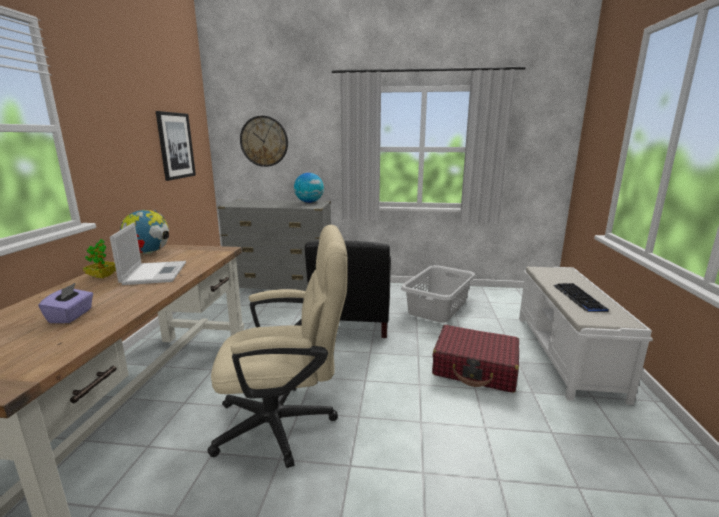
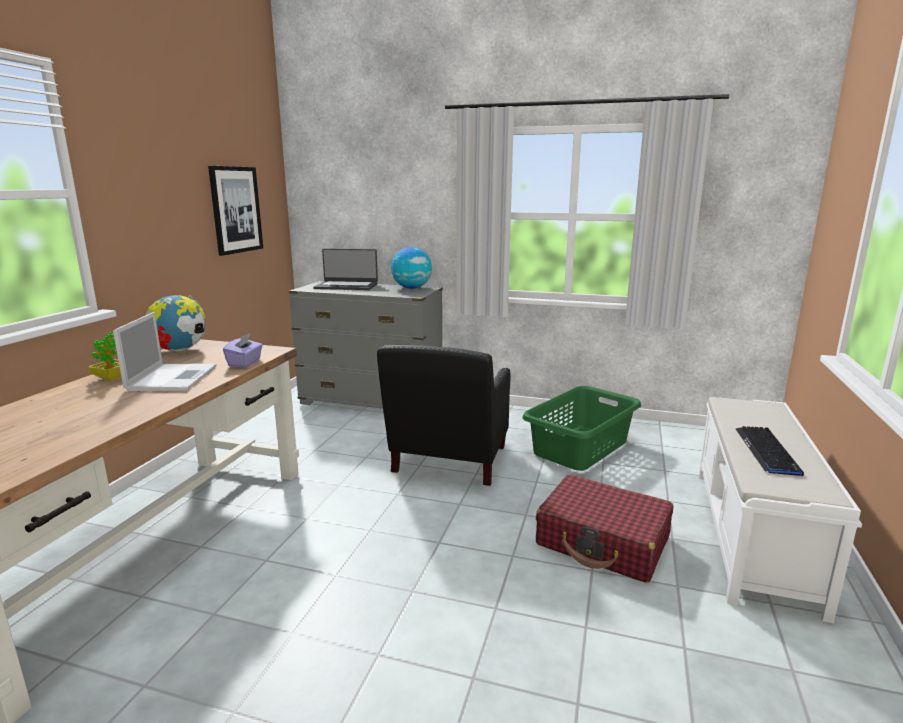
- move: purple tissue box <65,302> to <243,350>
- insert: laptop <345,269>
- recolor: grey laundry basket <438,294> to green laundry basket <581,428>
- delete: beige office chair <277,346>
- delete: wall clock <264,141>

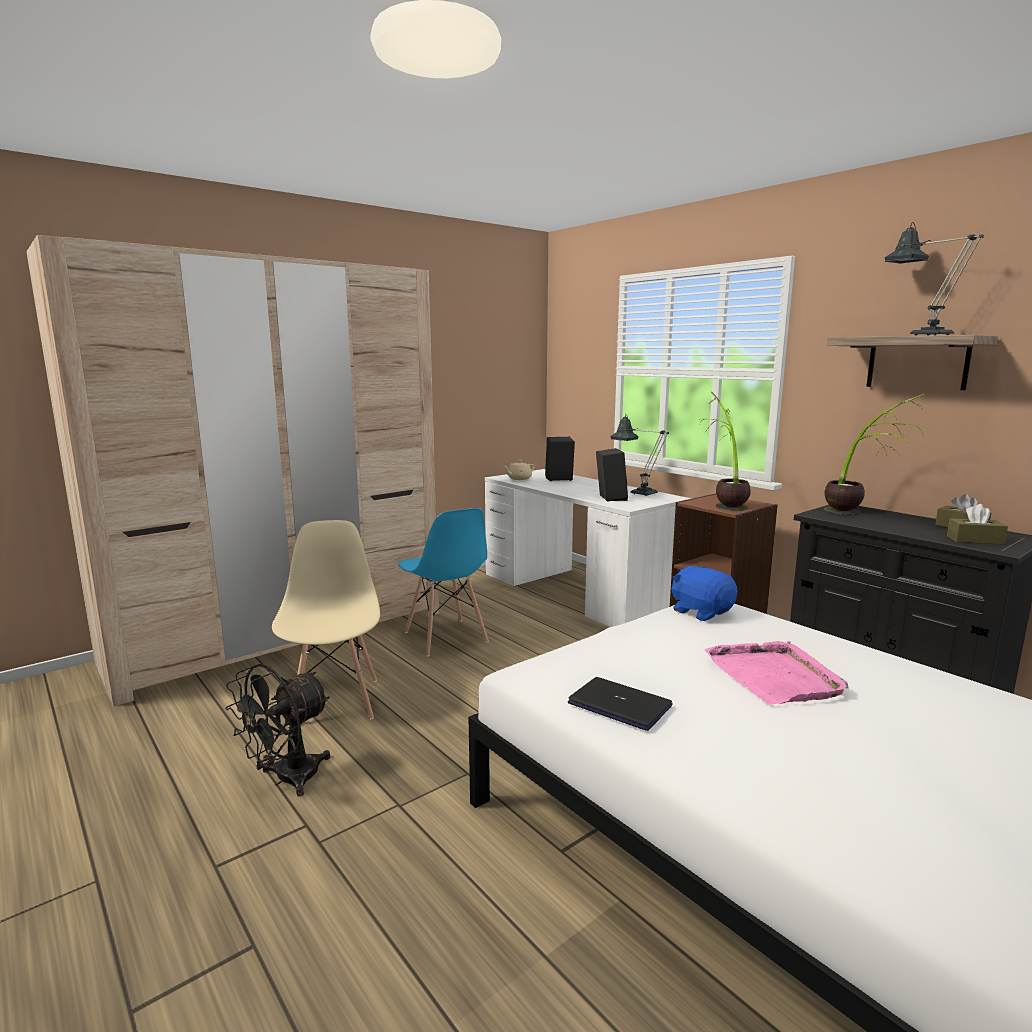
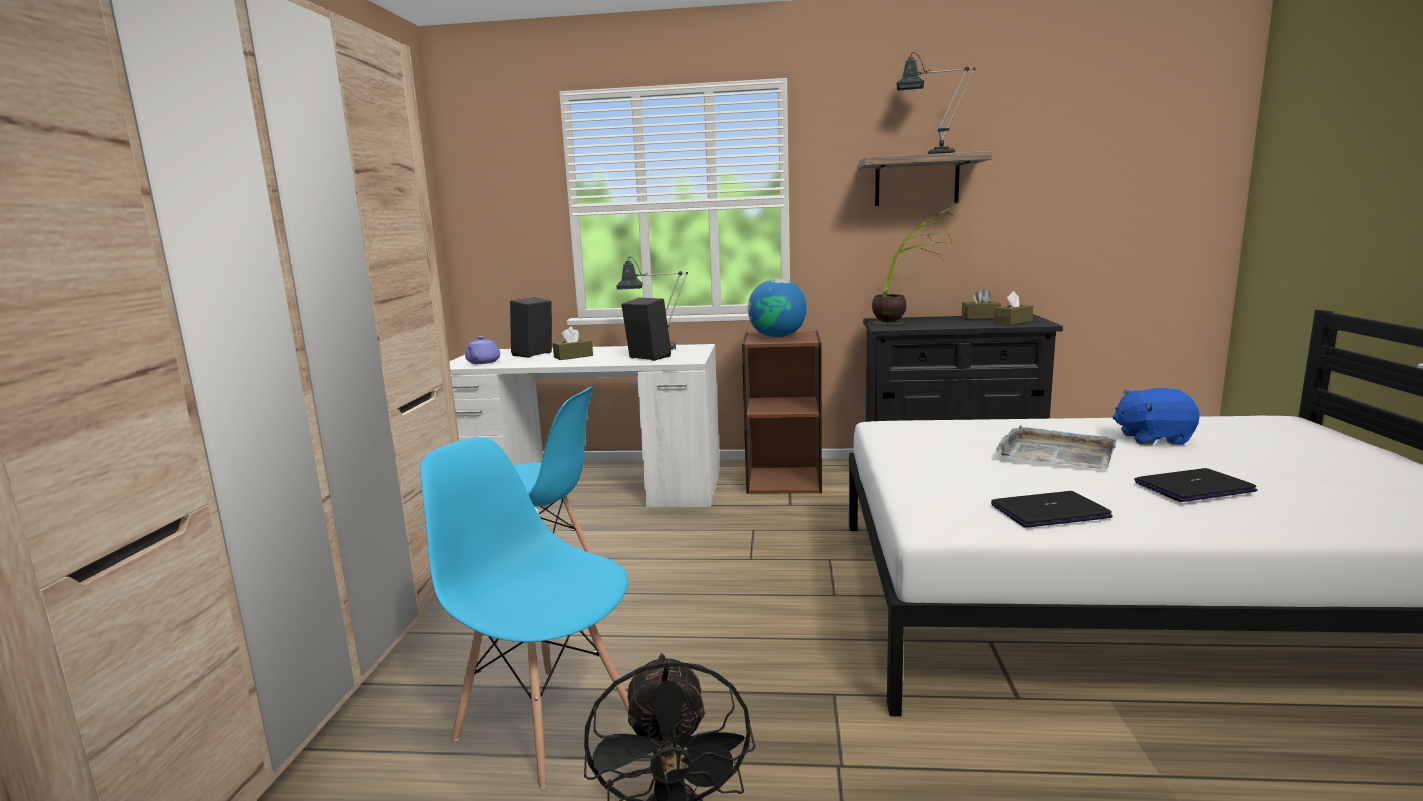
- recolor: beige chair <326,623> to blue chair <524,613>
- recolor: beige teapot <519,470> to purple teapot <482,350>
- insert: brown tissue box <573,343>
- replace: potted plant <724,451> to globe <777,308>
- recolor: pink tray <777,672> to grey tray <1056,447>
- move: blue plush toy <704,593> to <1156,416>
- insert: laptop <1195,485>

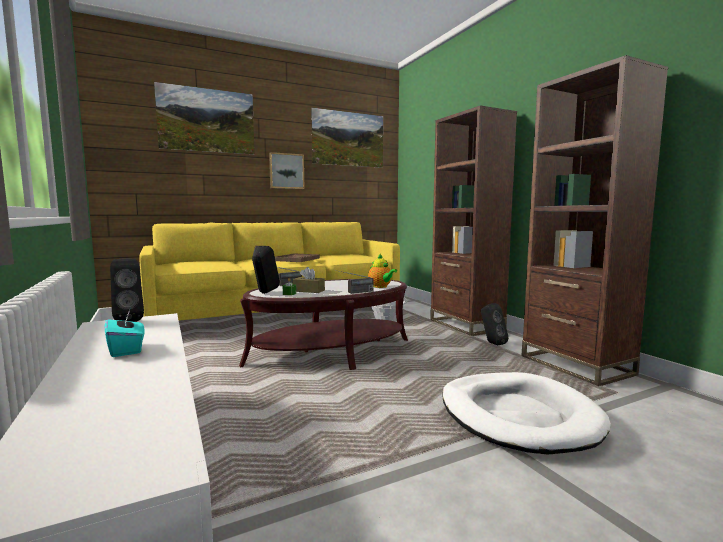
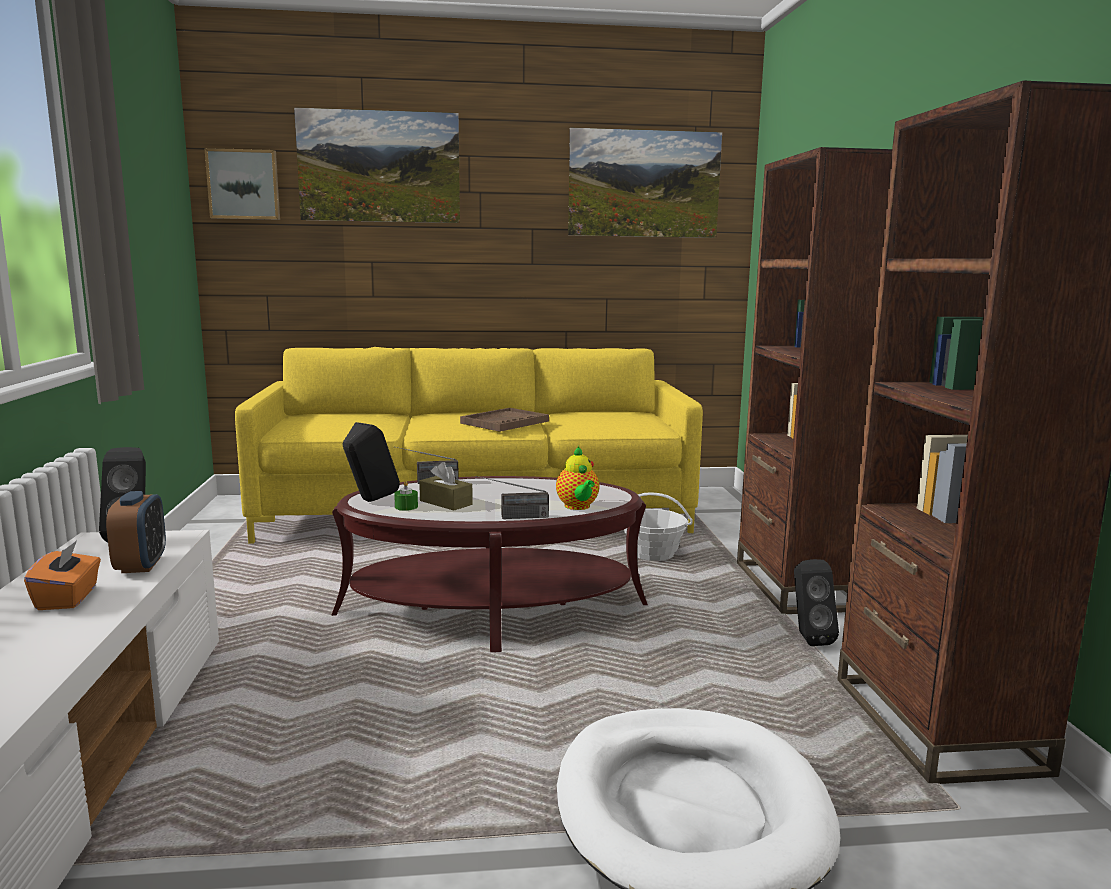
- recolor: turquoise tissue box <125,333> to orange tissue box <62,575>
- insert: alarm clock <136,532>
- move: picture <287,170> to <242,184>

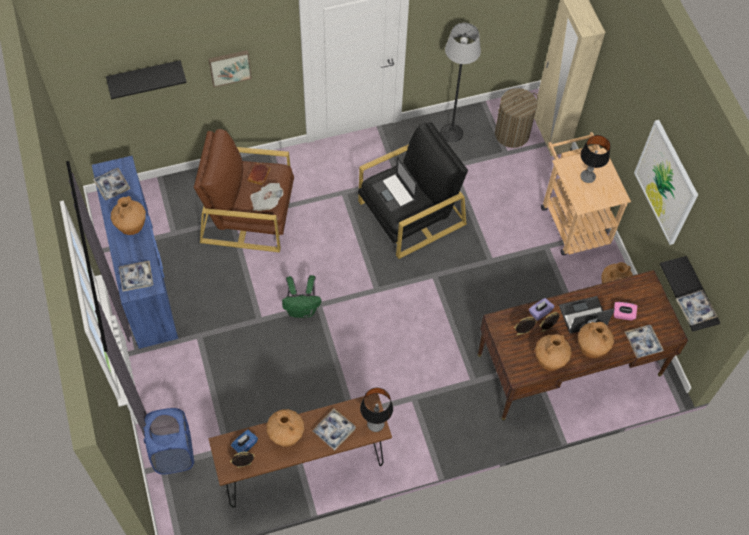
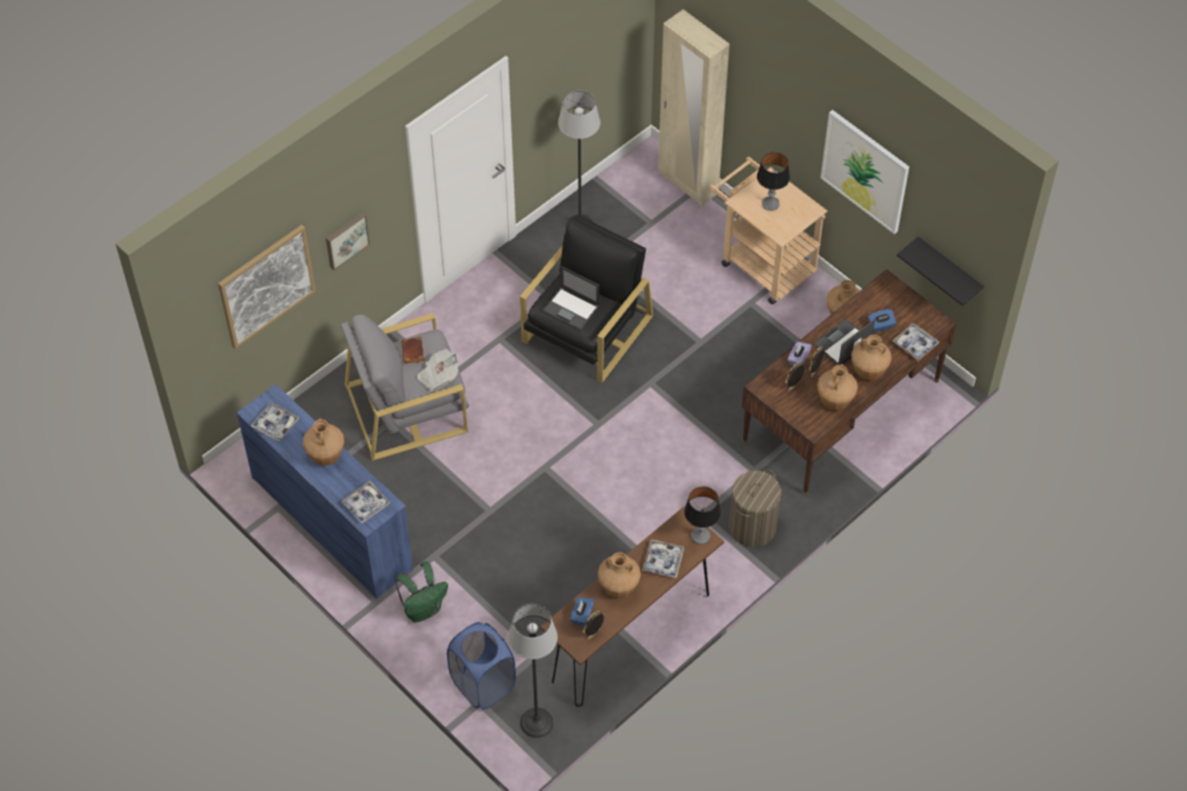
- replace: black shelf <146,79> to picture <267,287>
- recolor: brown armchair <244,191> to grey armchair <405,387>
- move: green backpack <301,296> to <421,591>
- insert: floor lamp <533,671>
- move: laundry basket <516,118> to <755,508>
- recolor: pink tissue box <625,311> to blue tissue box <882,320>
- delete: tray <697,308>

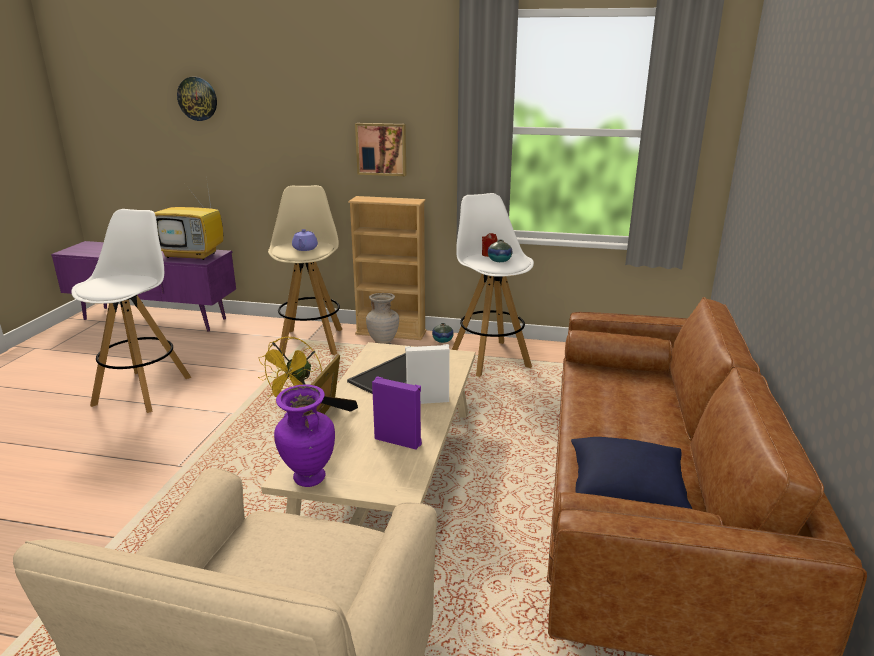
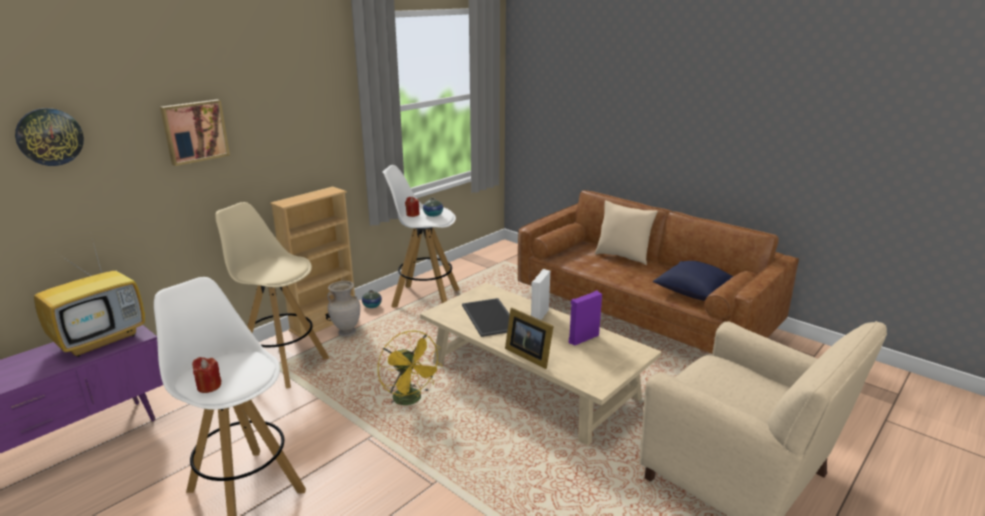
- move: picture <380,149> to <195,132>
- insert: red candle <207,375>
- insert: beige pillow <626,232>
- delete: purple vase <304,436>
- delete: purple teapot <305,240>

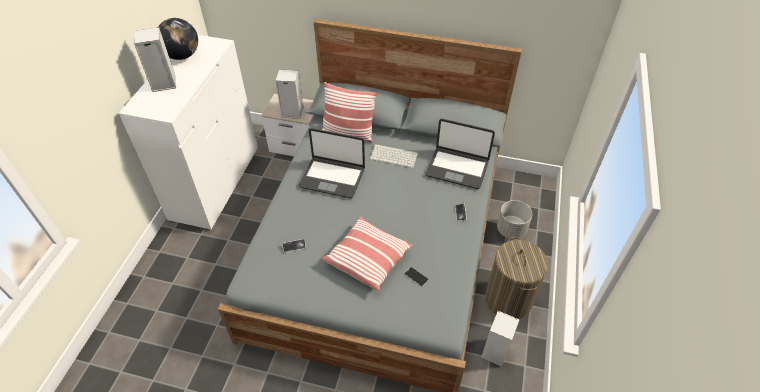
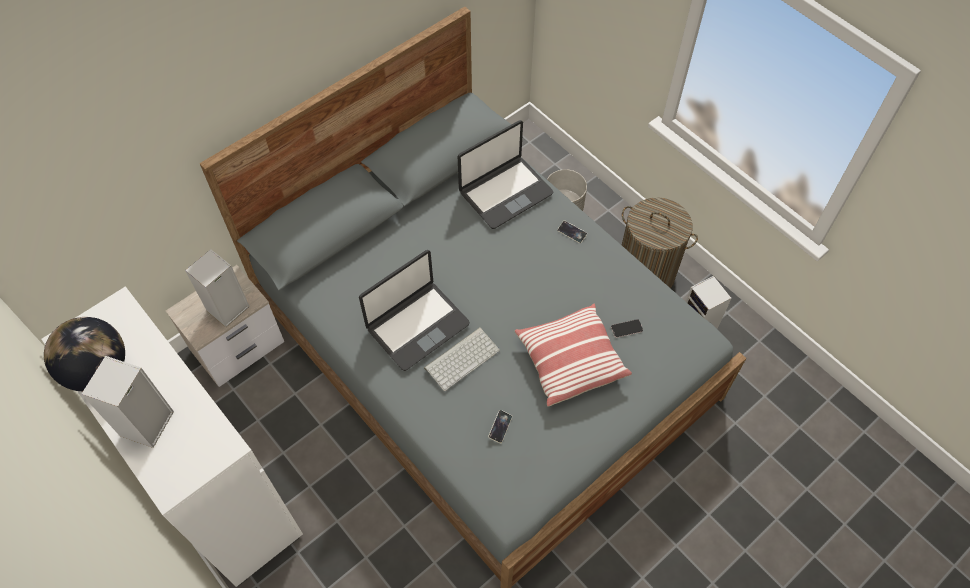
- move: keyboard <394,156> to <462,359>
- delete: pillow <349,112>

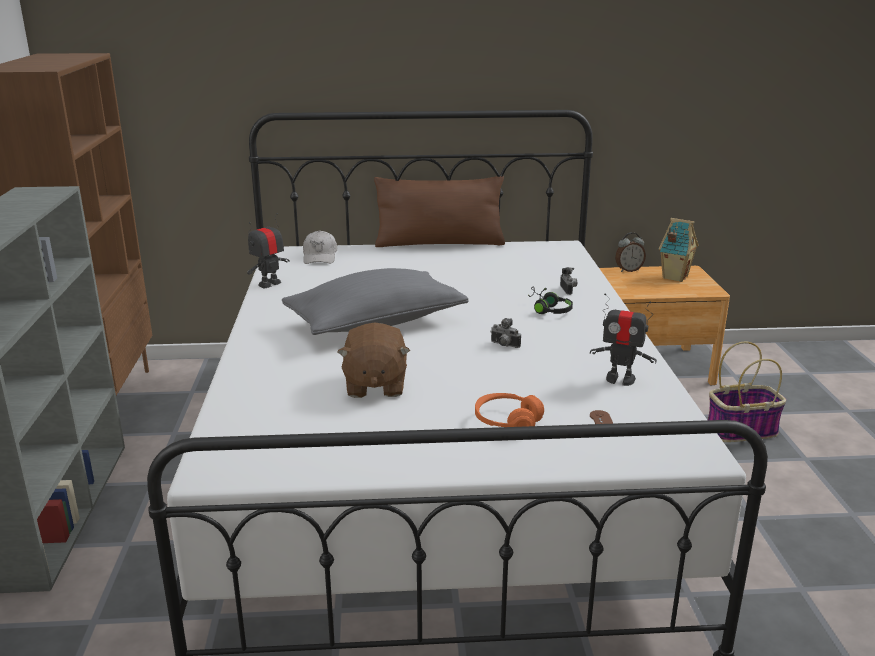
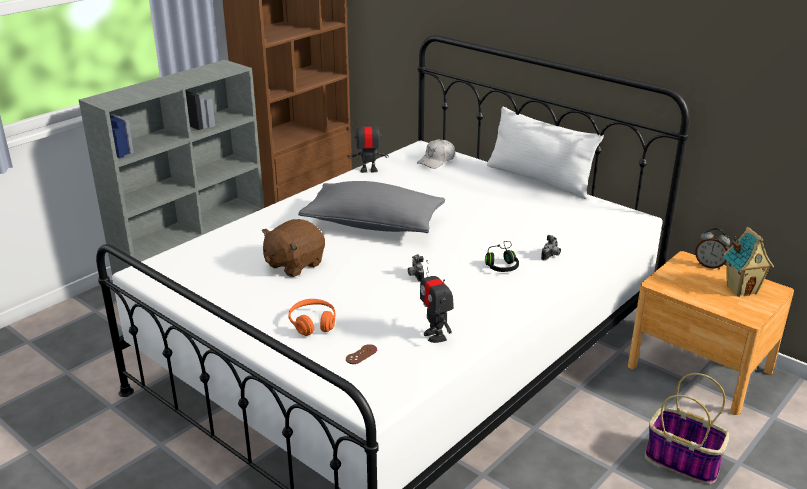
- recolor: brown pillow <439,211> to white pillow <545,153>

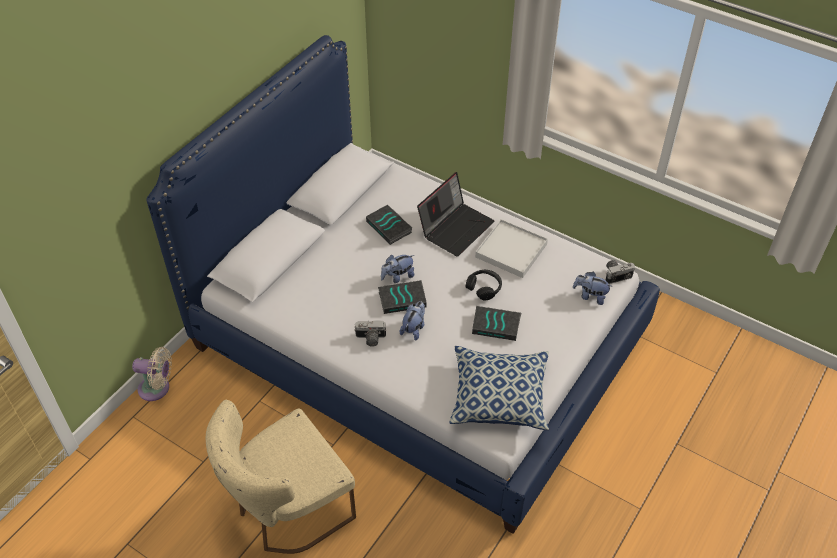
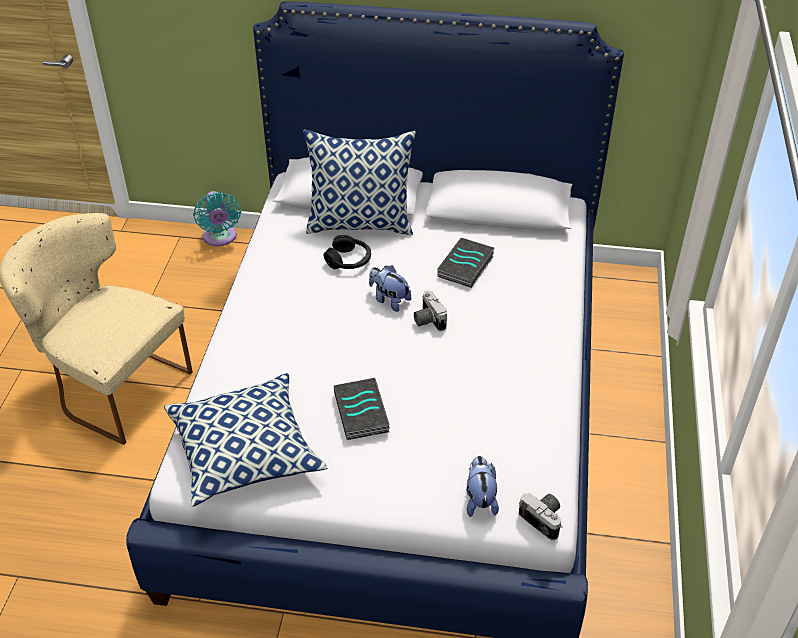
- recolor: beige fan <152,374> to turquoise fan <217,218>
- insert: pillow <359,182>
- move: black headphones <483,285> to <347,252>
- move: photo camera <370,334> to <430,310>
- delete: book <402,297>
- delete: plush toy <412,321>
- delete: laptop <455,214>
- delete: white tray <511,248>

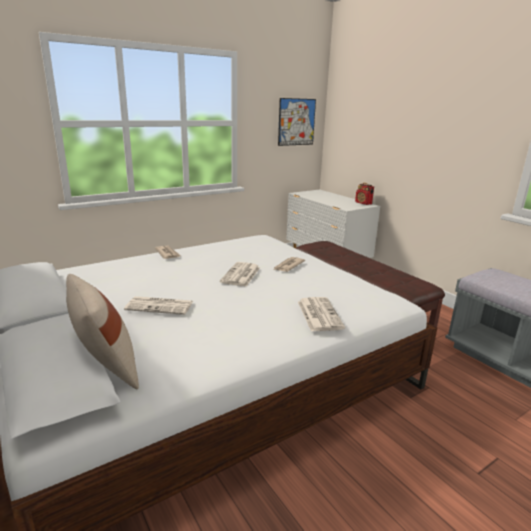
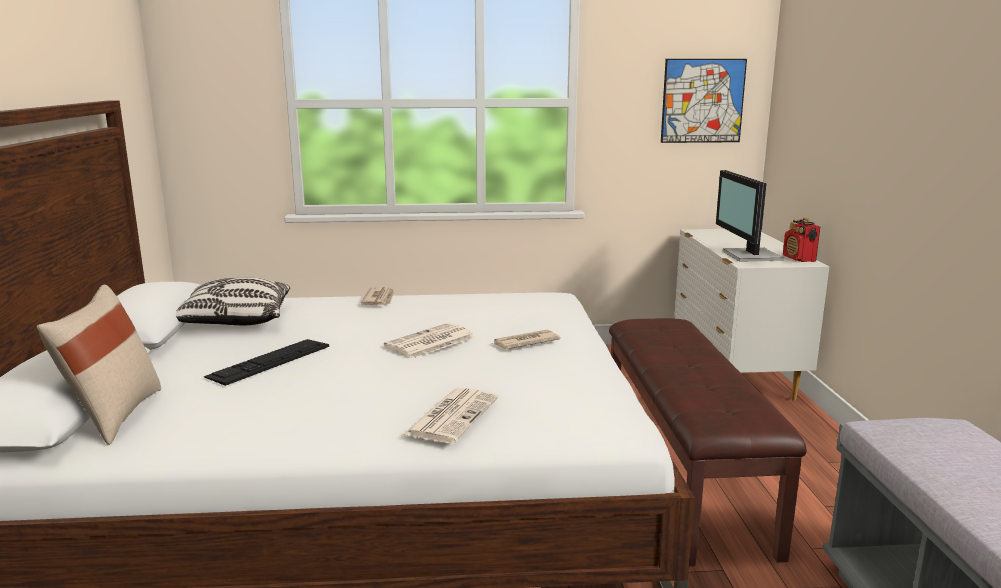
- insert: pillow <233,301>
- replace: newspaper <158,305> to keyboard <266,362>
- insert: monitor <749,216>

